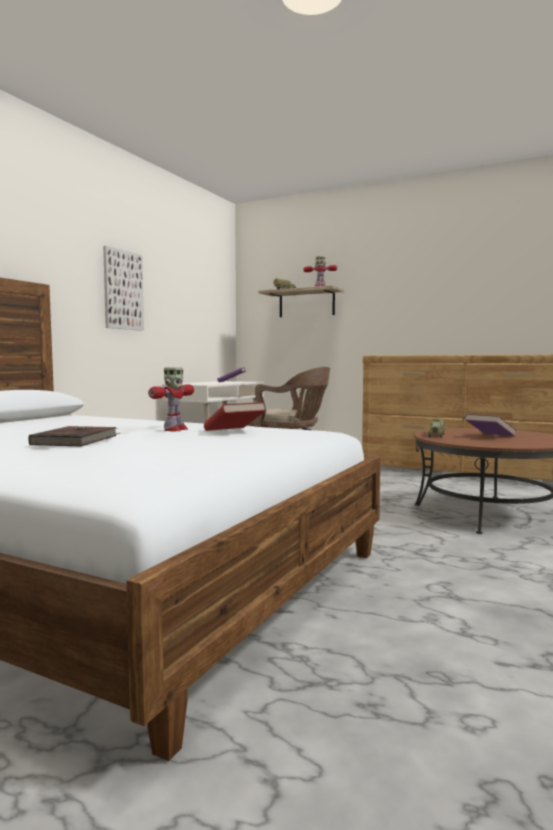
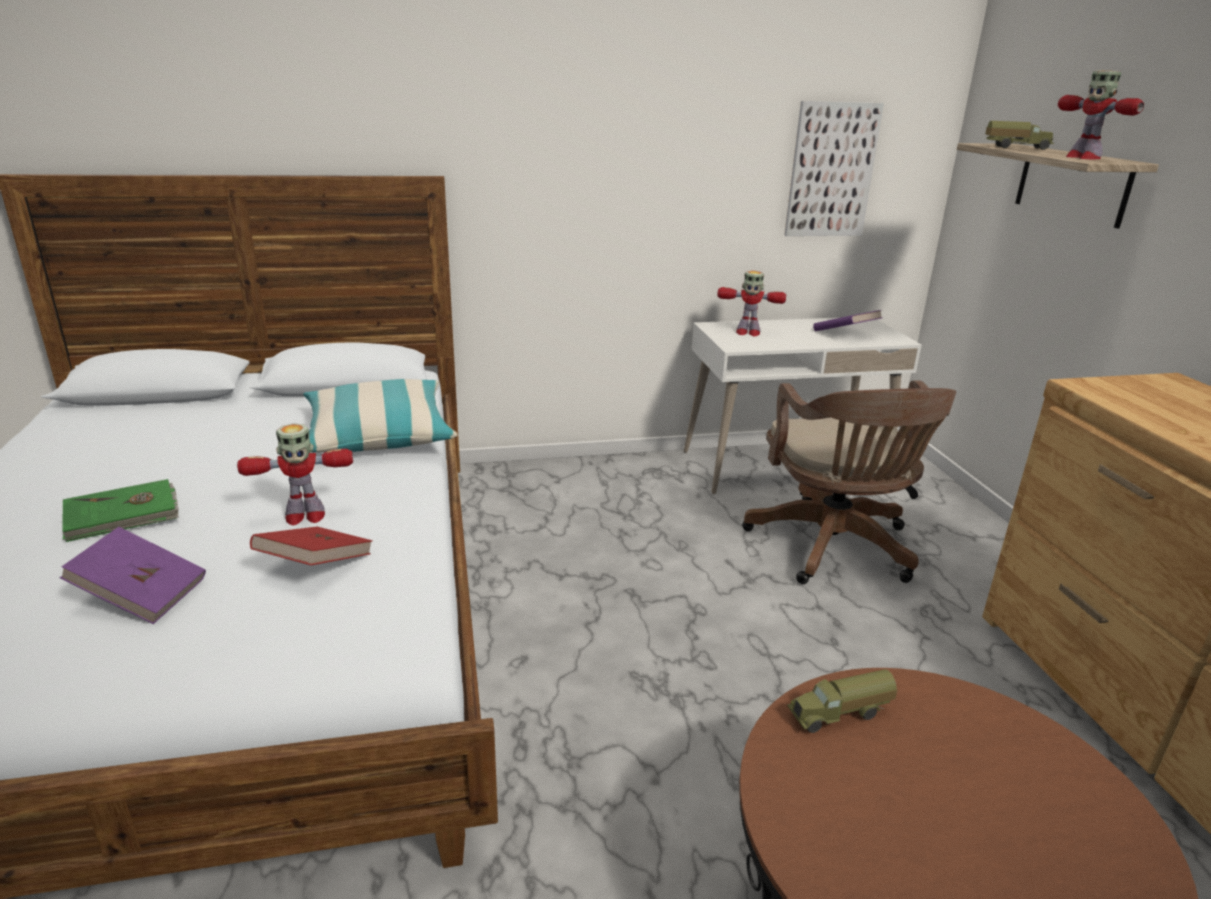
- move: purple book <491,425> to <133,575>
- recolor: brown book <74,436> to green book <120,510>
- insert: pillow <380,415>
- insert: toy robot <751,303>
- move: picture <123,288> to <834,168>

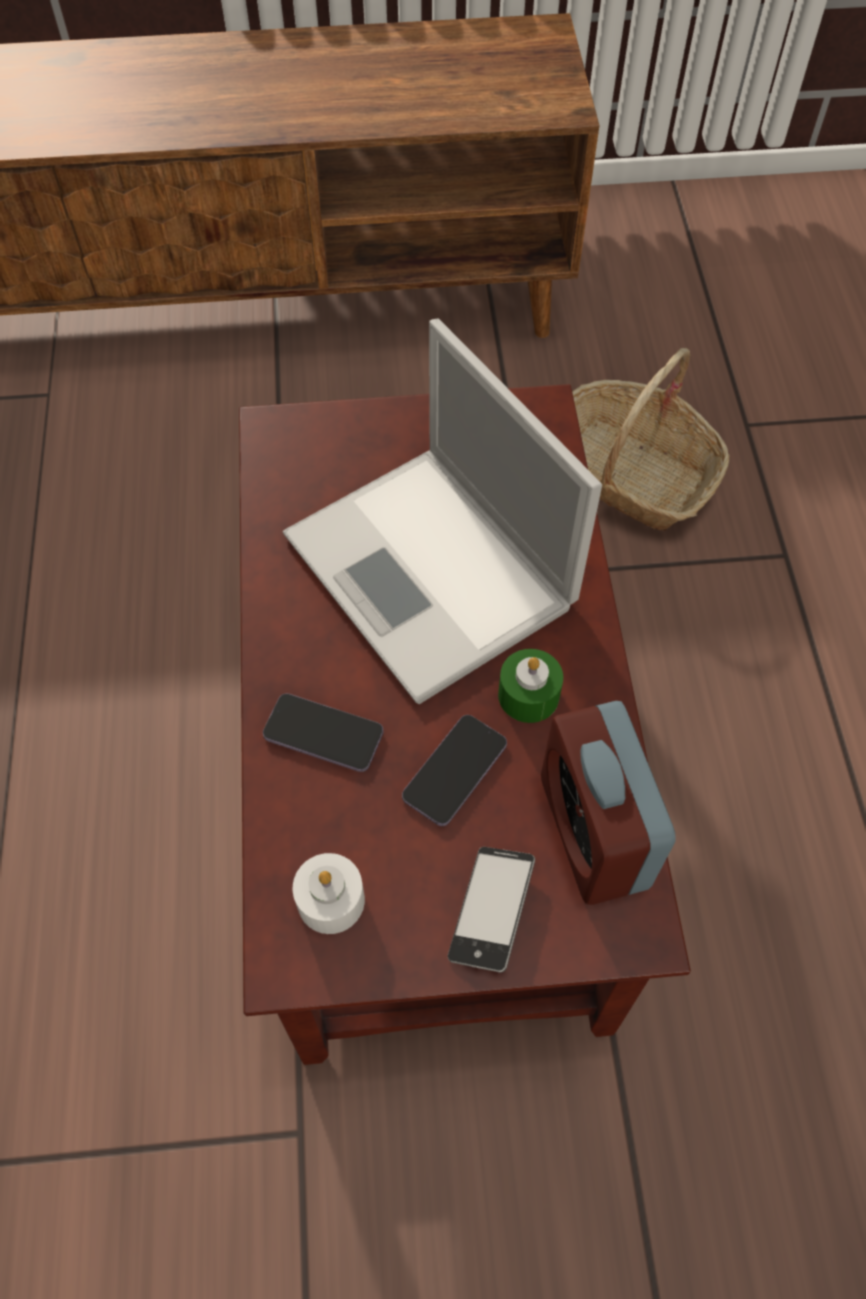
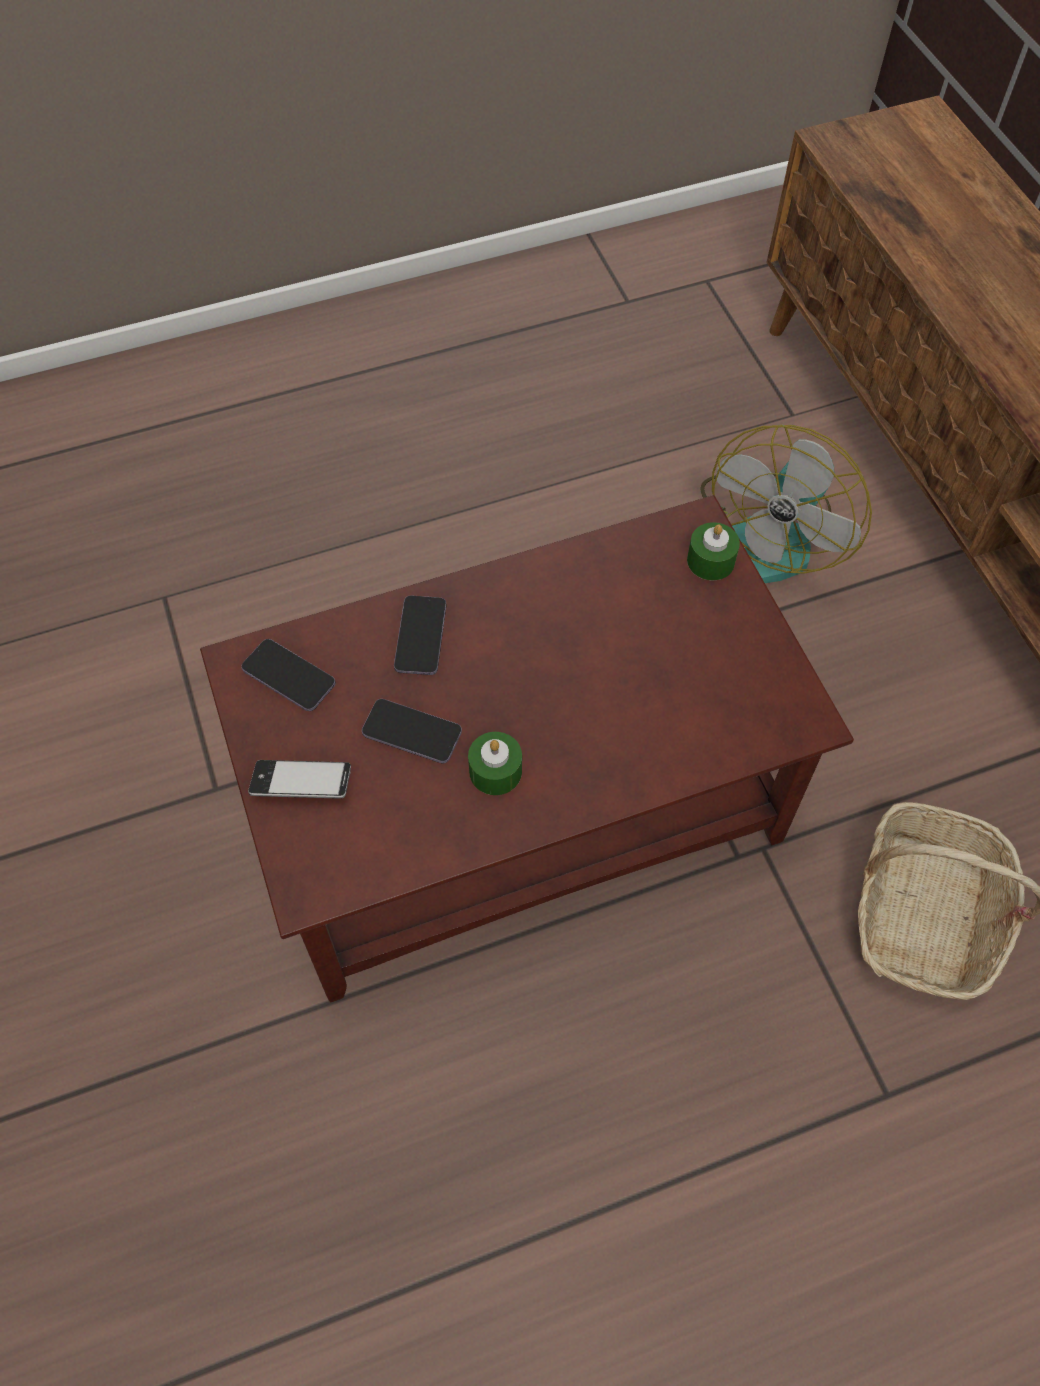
- replace: white candle <329,893> to phone <288,675>
- insert: green candle <713,551>
- insert: fan <786,504>
- delete: laptop <442,511>
- delete: alarm clock <608,803>

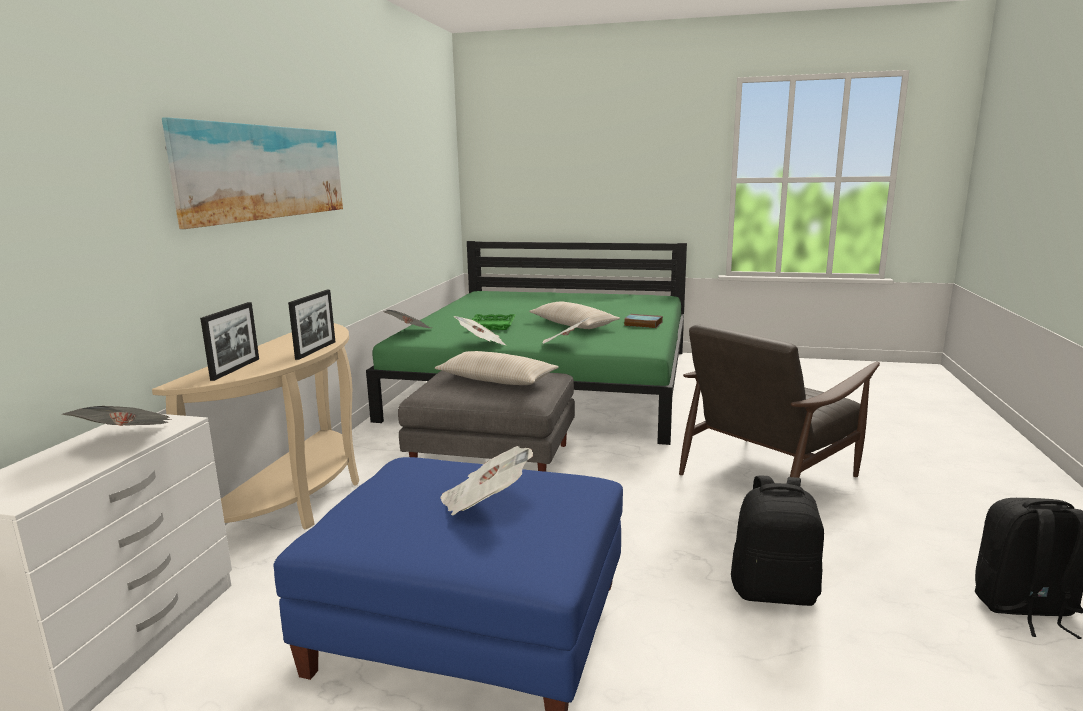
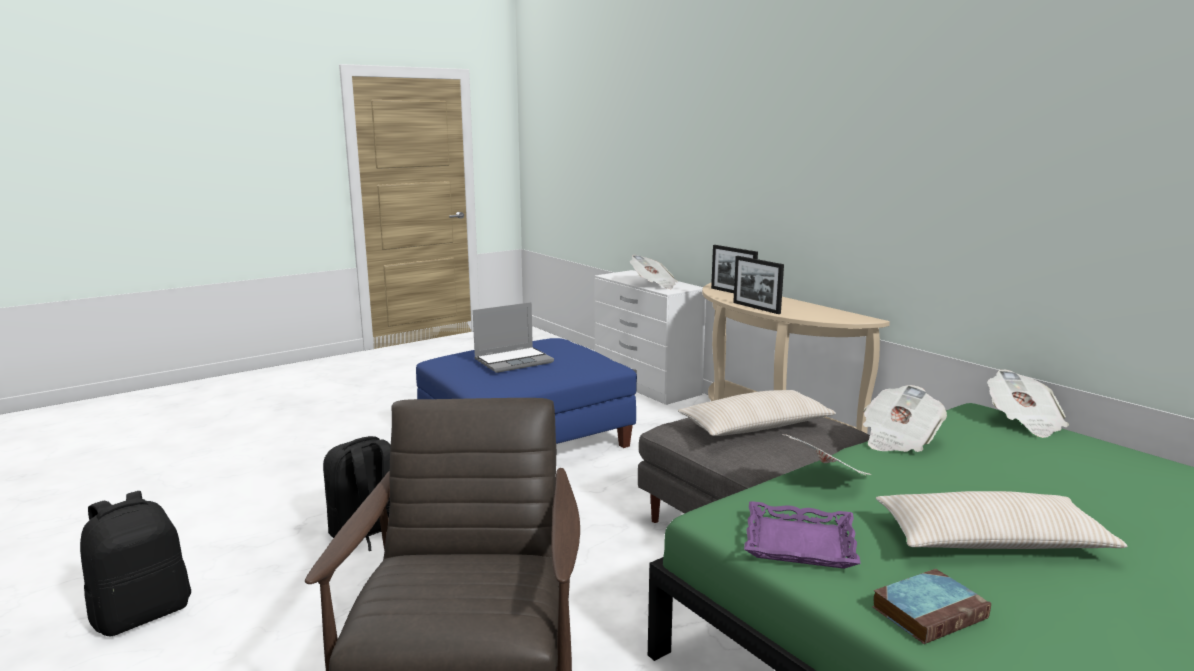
- replace: newspaper <486,481> to laptop <513,337>
- insert: purple tray <802,535>
- delete: picture <252,173>
- delete: green tray <494,322>

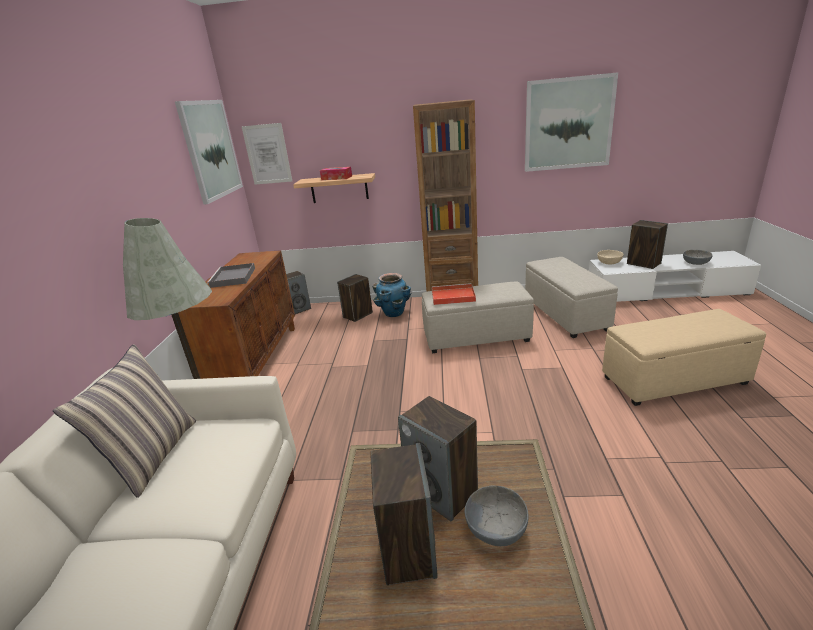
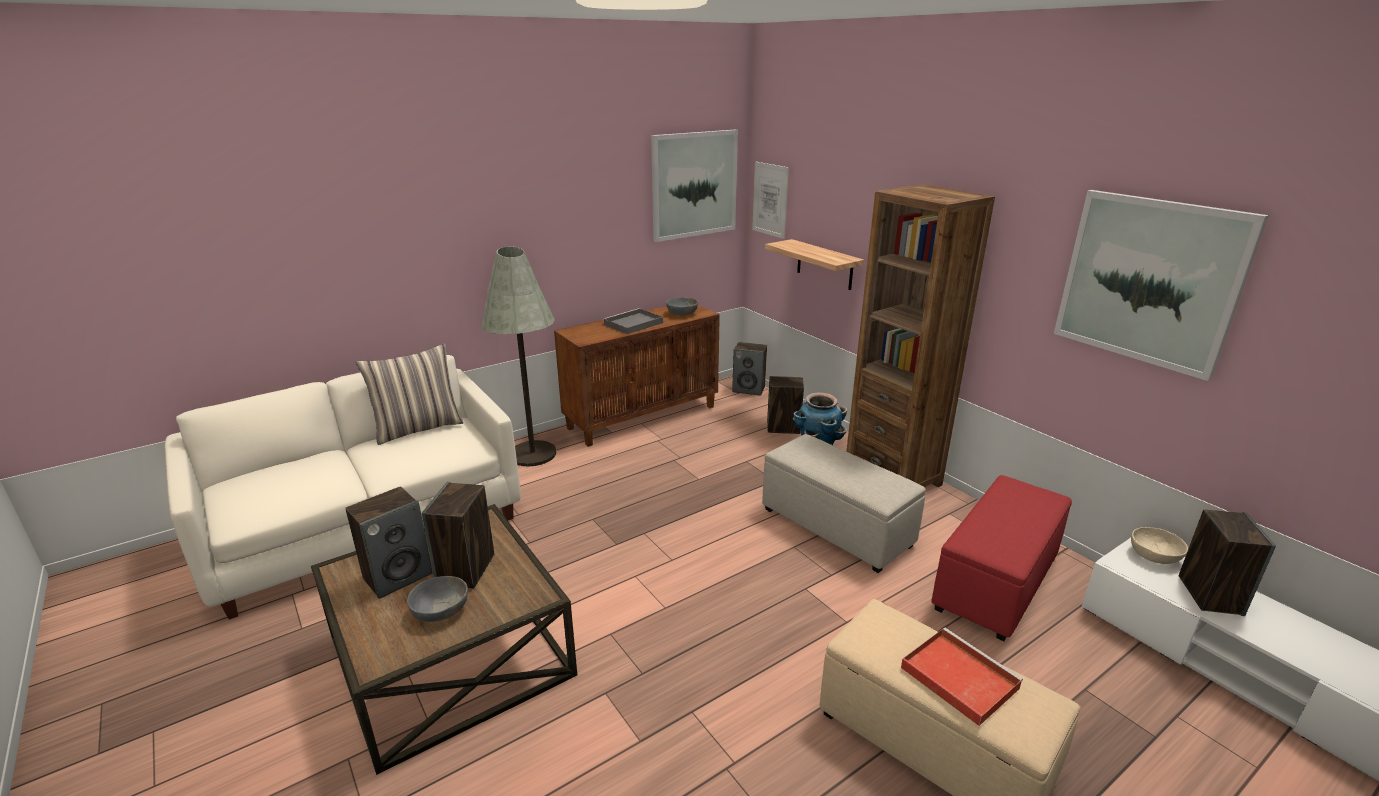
- move: grey bowl <698,257> to <682,306>
- move: red tray <454,294> to <962,677>
- recolor: beige ottoman <571,297> to red ottoman <1001,558>
- delete: tissue box <336,173>

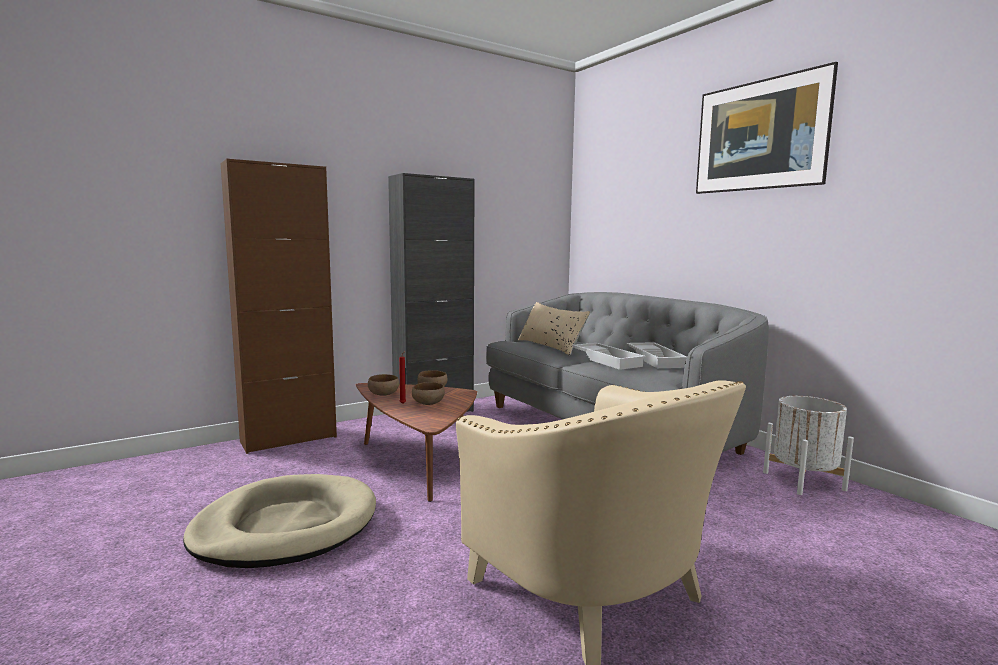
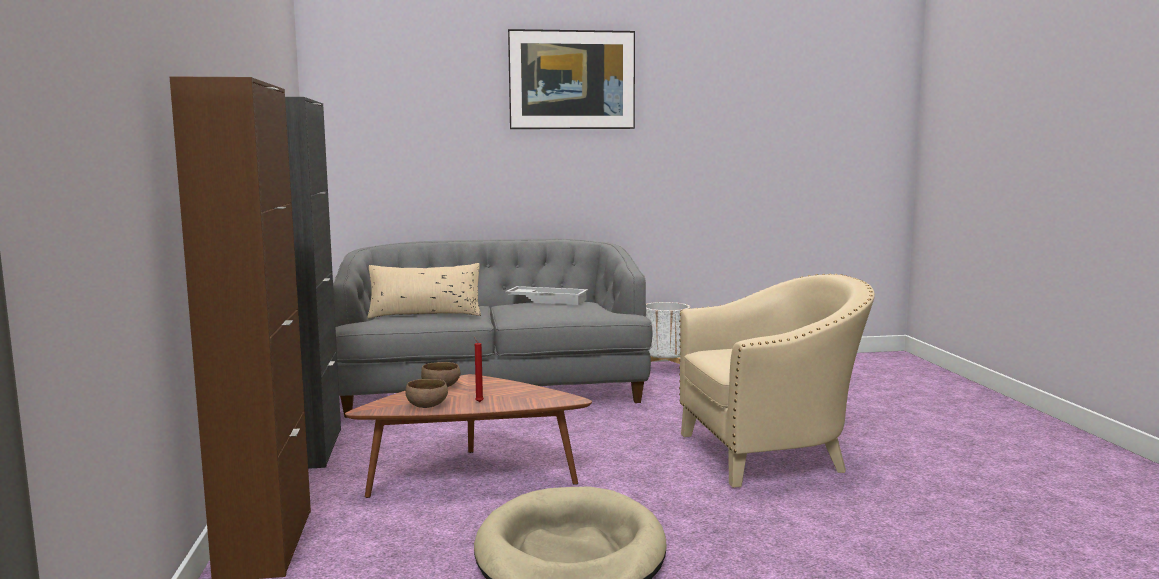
- delete: brown bowl <428,393>
- delete: white tray <609,356>

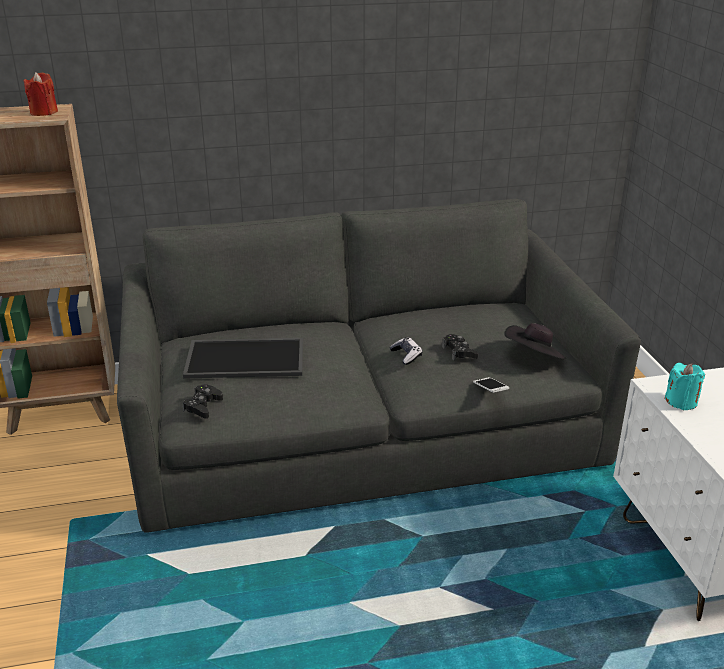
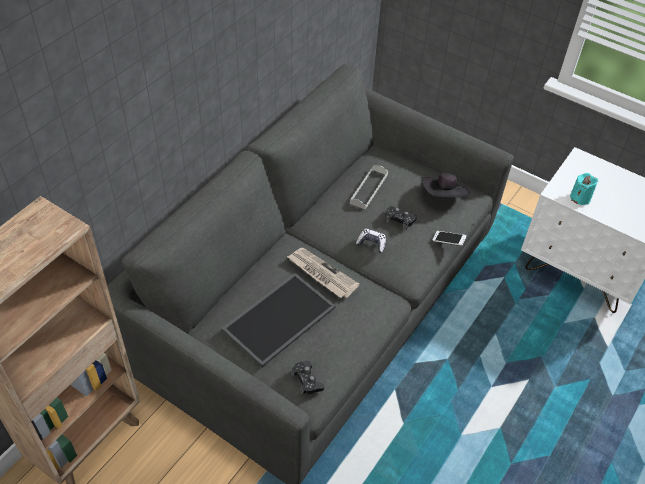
- insert: newspaper <323,273>
- insert: grey tray <369,187>
- delete: red candle <40,94>

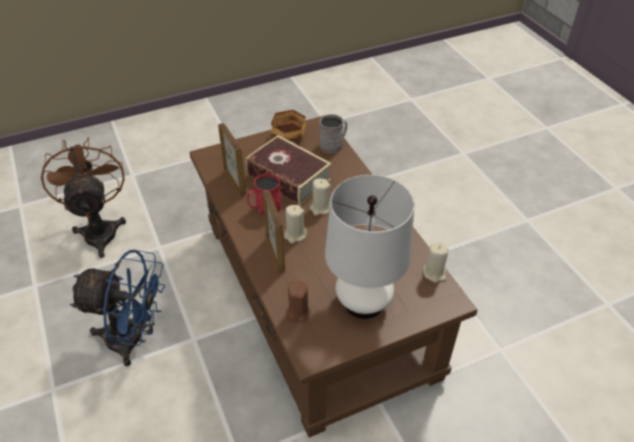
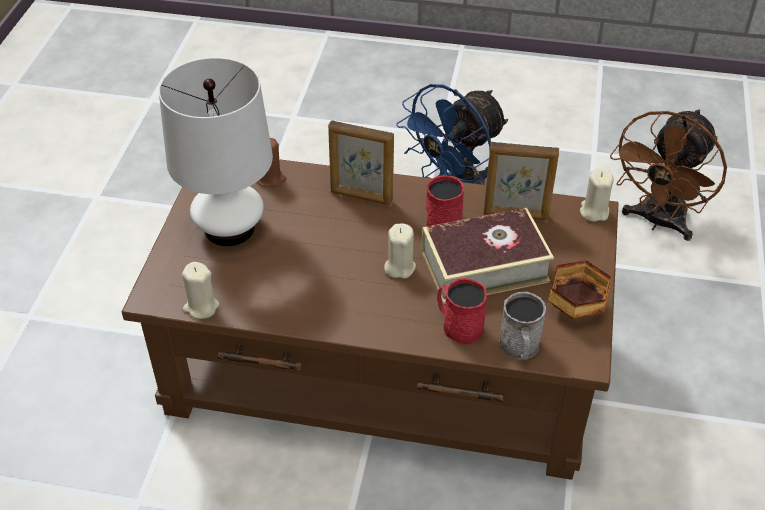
- insert: red mug <462,311>
- move: beige candle <295,224> to <596,195>
- rotate: brown fan <83,197> = <668,175> 105 degrees clockwise

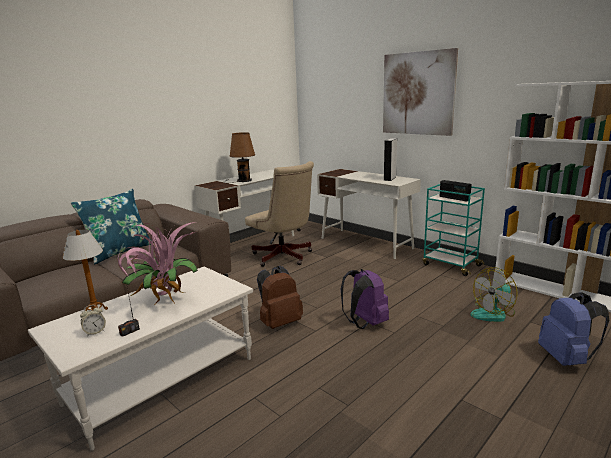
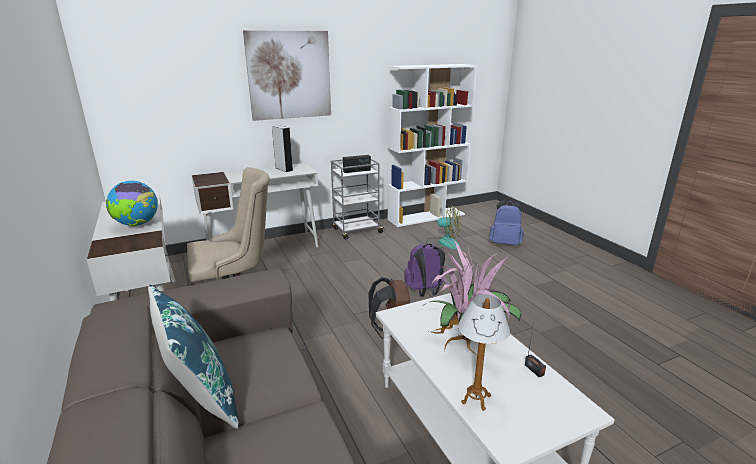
- replace: brown table lamp <239,157> to globe <132,203>
- recolor: turquoise cart <453,230> to grey cart <358,199>
- rotate: fan <494,294> = <443,227> 60 degrees counterclockwise
- delete: alarm clock <93,320>

